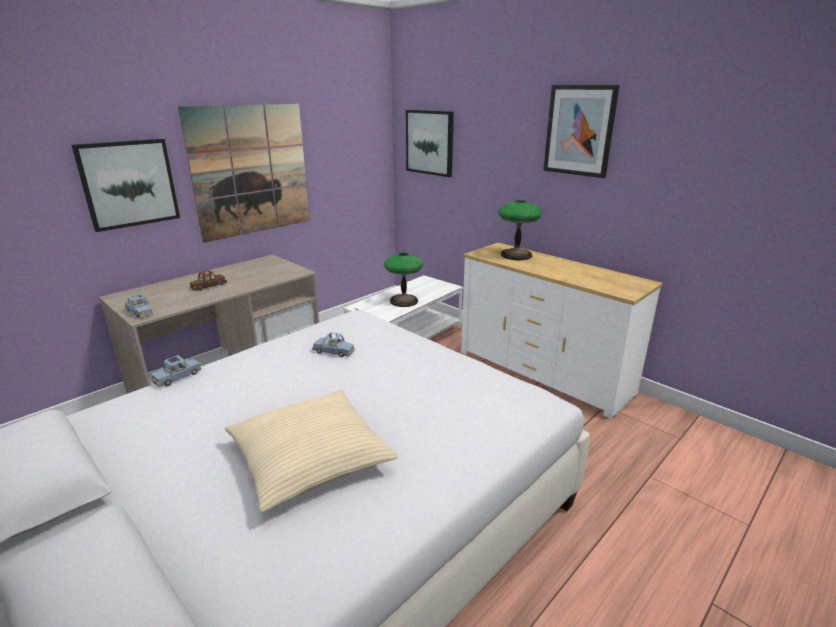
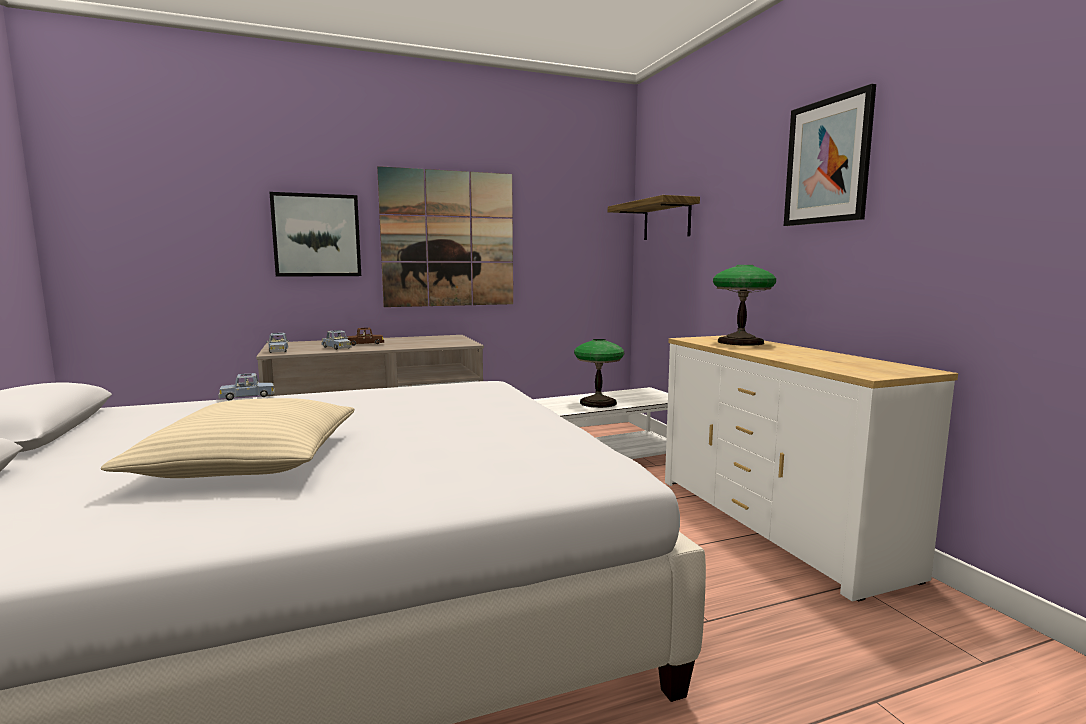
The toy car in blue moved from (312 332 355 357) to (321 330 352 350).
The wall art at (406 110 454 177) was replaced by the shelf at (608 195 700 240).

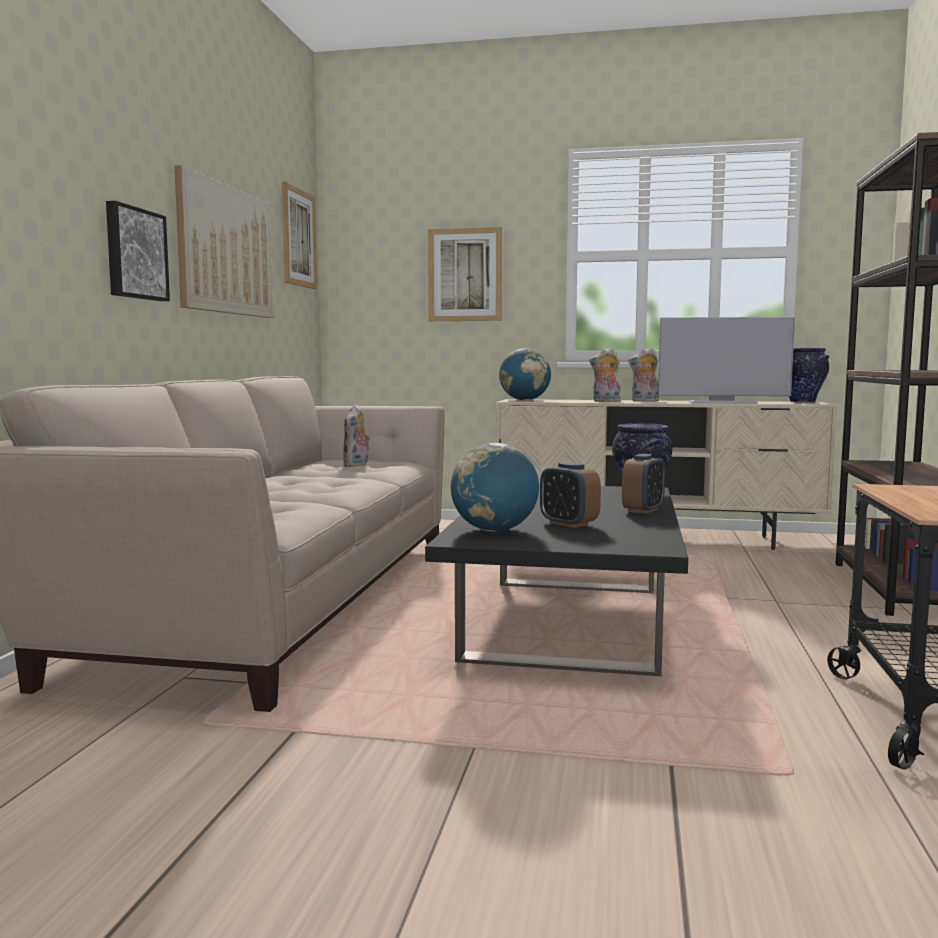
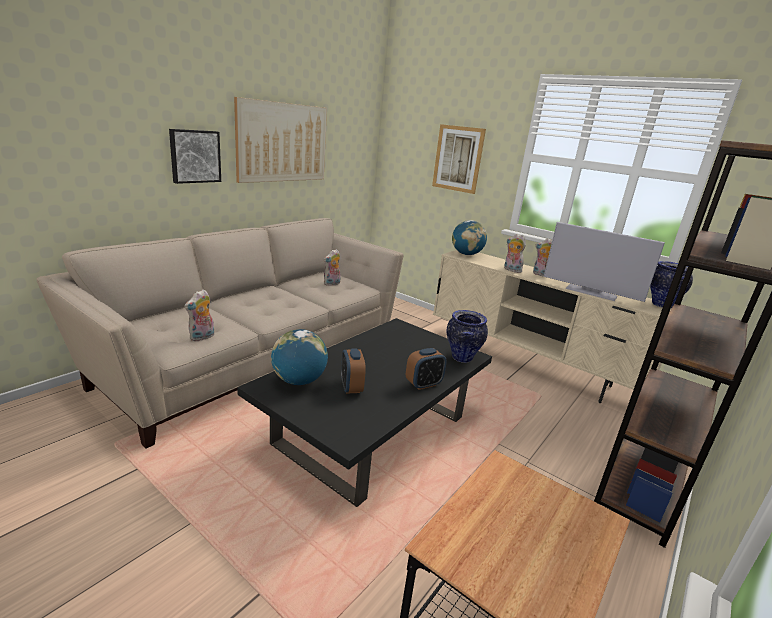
The wall art at (282 182 317 289) disappeared.
The soft toy at (184 289 214 341) appeared.

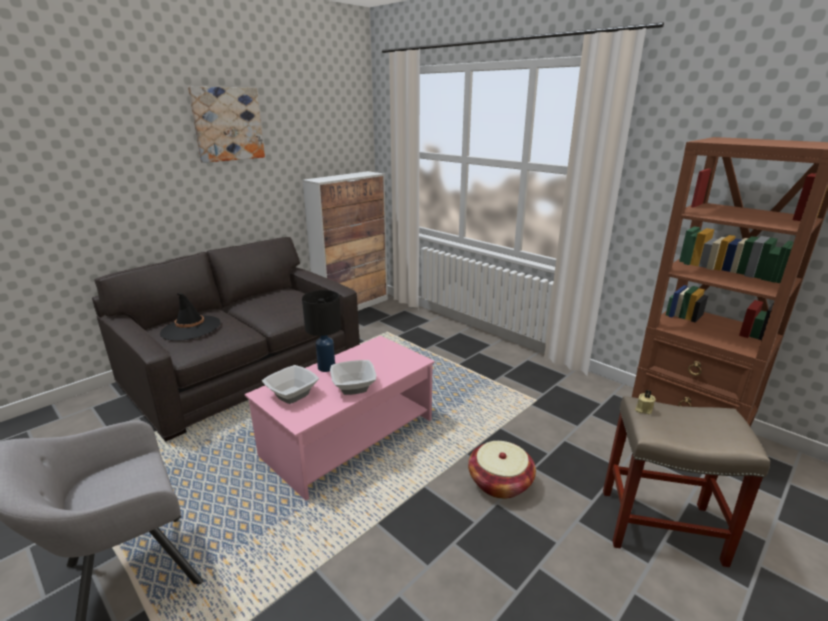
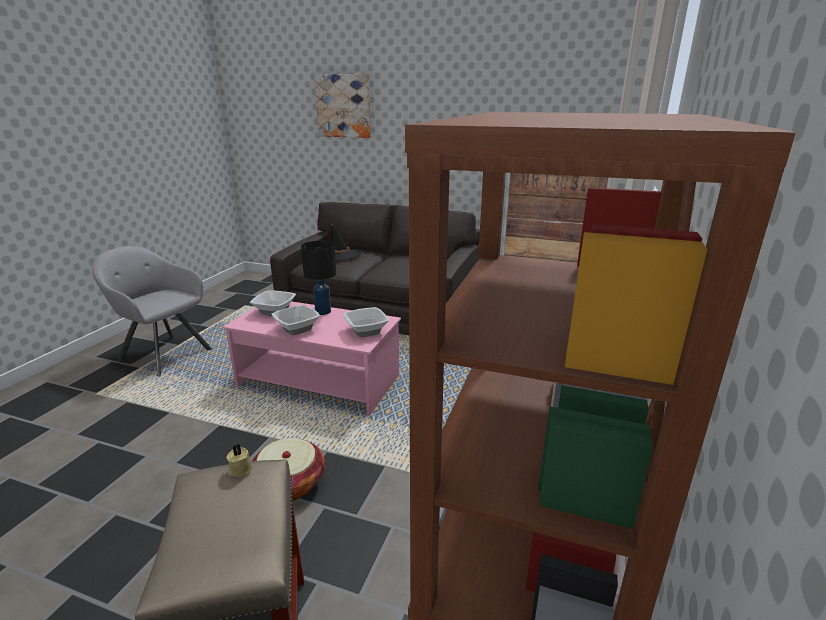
The serving bowl at (343 307 389 337) appeared.
The wall art moved from (188 87 265 163) to (314 74 371 138).

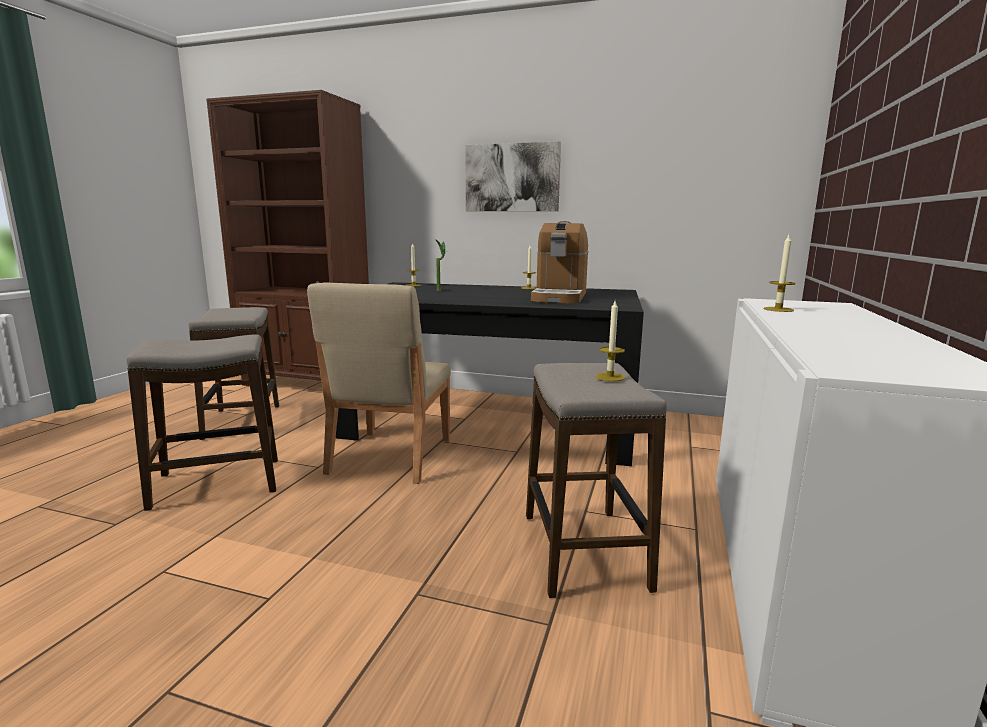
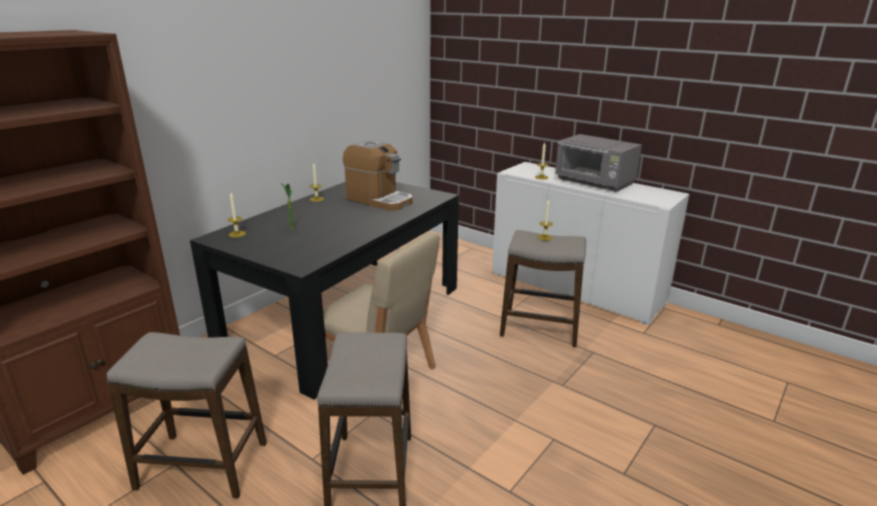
The wall art at (465 141 561 211) disappeared.
The microwave in grey at (555 134 642 192) appeared.

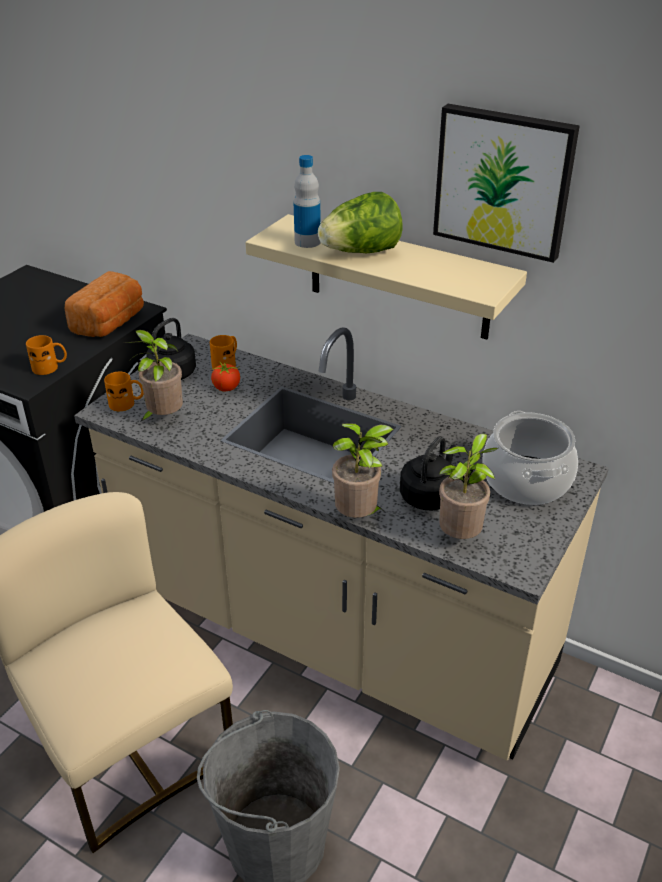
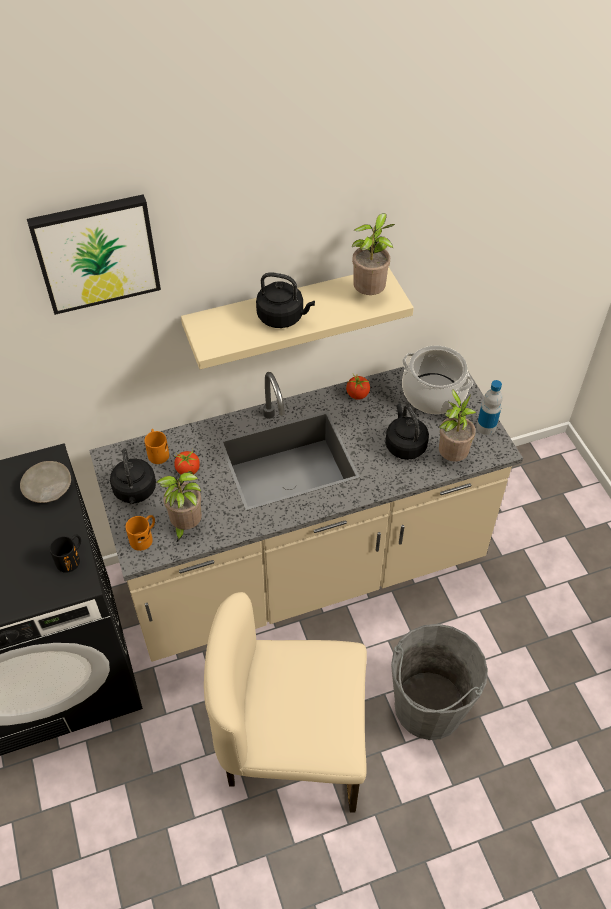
The fresh tomato at (346 374 370 400) appeared.
The drink bottle moved from (294 155 321 248) to (477 380 503 435).
The houseplant moved from (332 423 393 518) to (352 213 395 295).
The wall art moved from (433 104 580 263) to (27 194 161 315).
The bread at (65 271 144 337) was replaced by the plate in sand-coloured at (20 461 71 503).
The lettuce at (318 192 403 253) was replaced by the water kettle in blackish at (256 272 315 328).
The tea mug in orangey at (26 335 67 375) became the tea mug in blackish at (49 534 81 573).

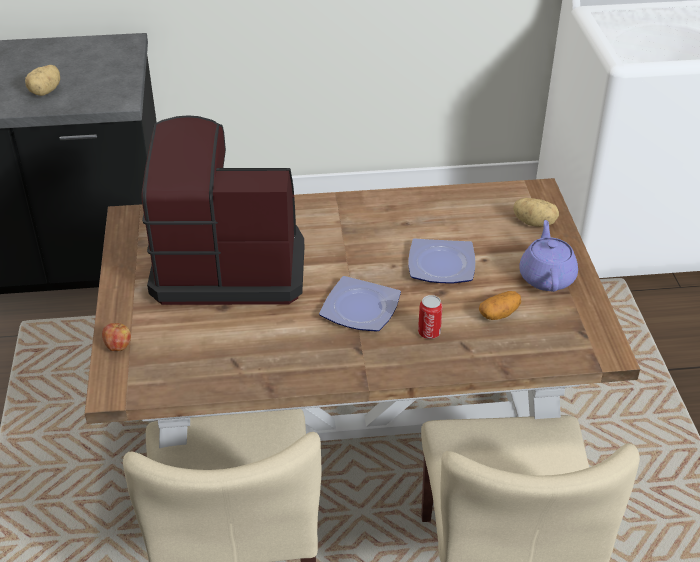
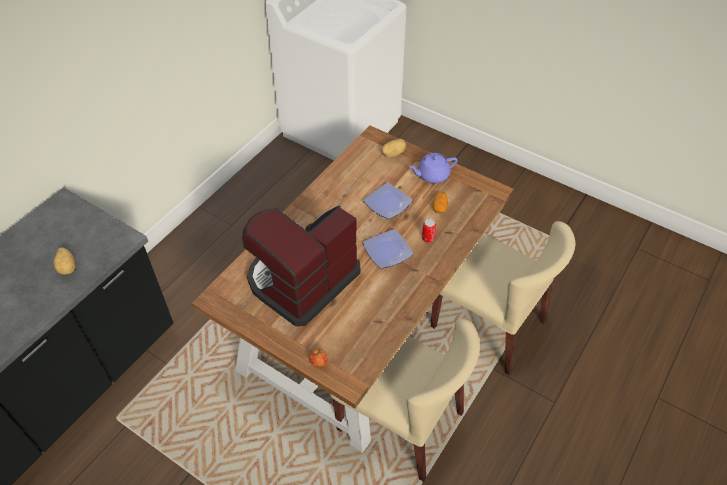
The teapot in purplish at (519 220 578 292) turned 60 degrees counterclockwise.

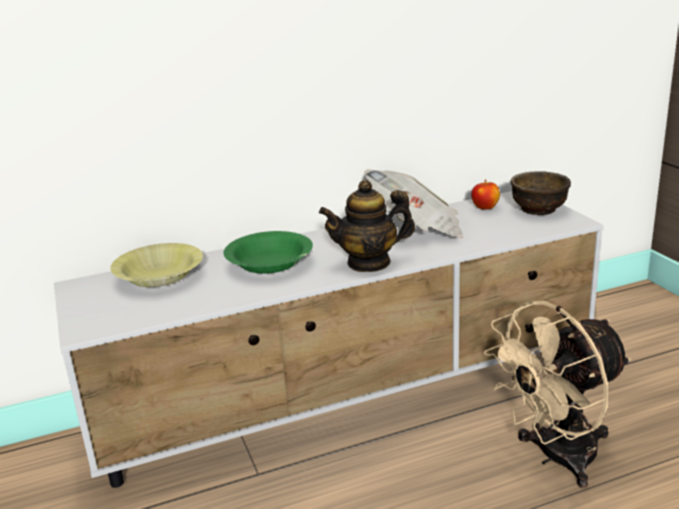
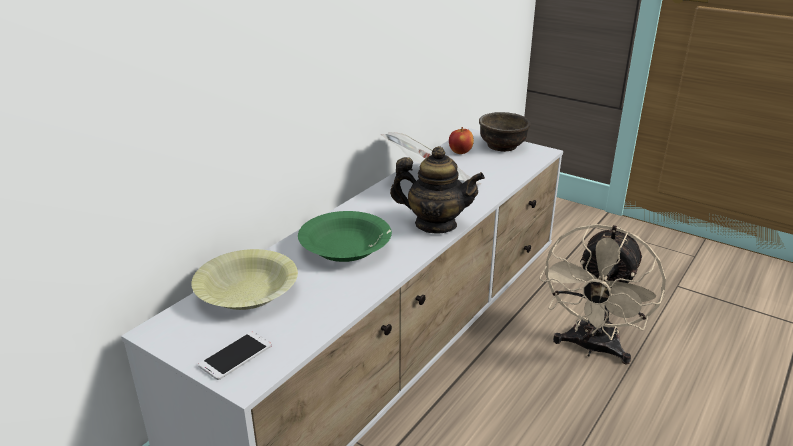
The handset at (198 332 272 380) appeared.
The teapot at (319 180 415 272) turned 120 degrees counterclockwise.

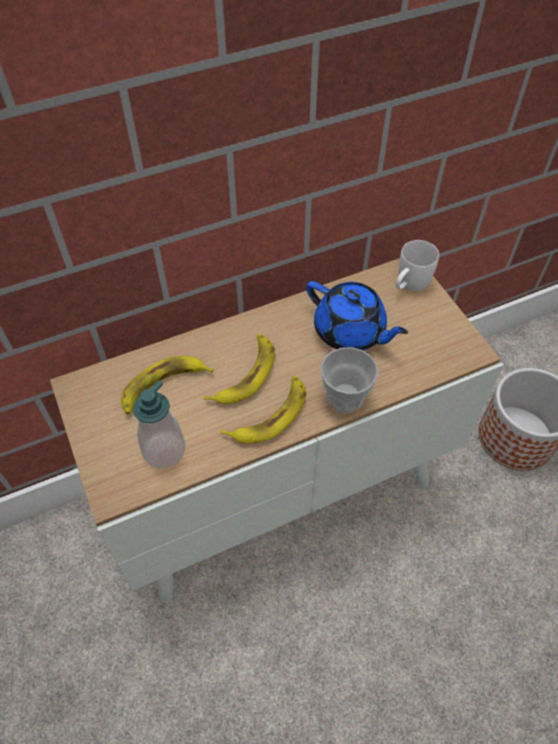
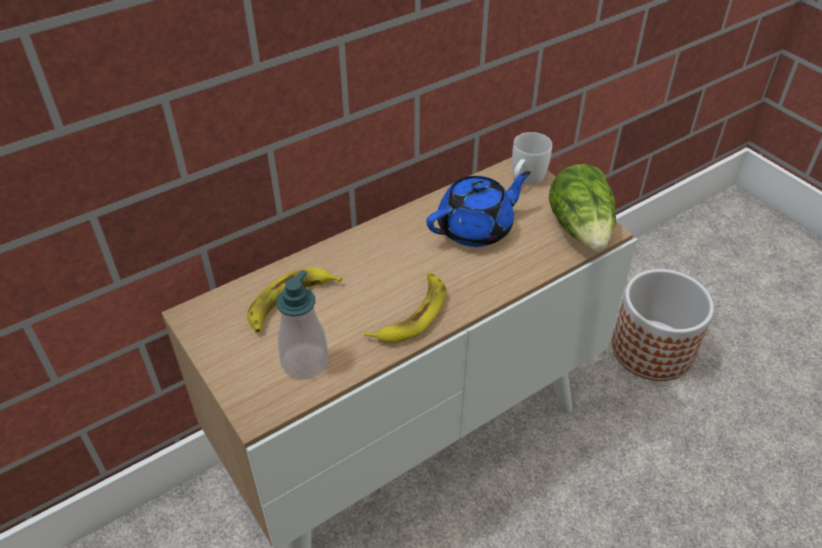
The banana fruit at (204 334 275 404) disappeared.
The drinking cup at (321 347 378 413) disappeared.
The lettuce at (549 164 616 252) appeared.
The teapot in blue at (306 281 408 350) turned 60 degrees counterclockwise.

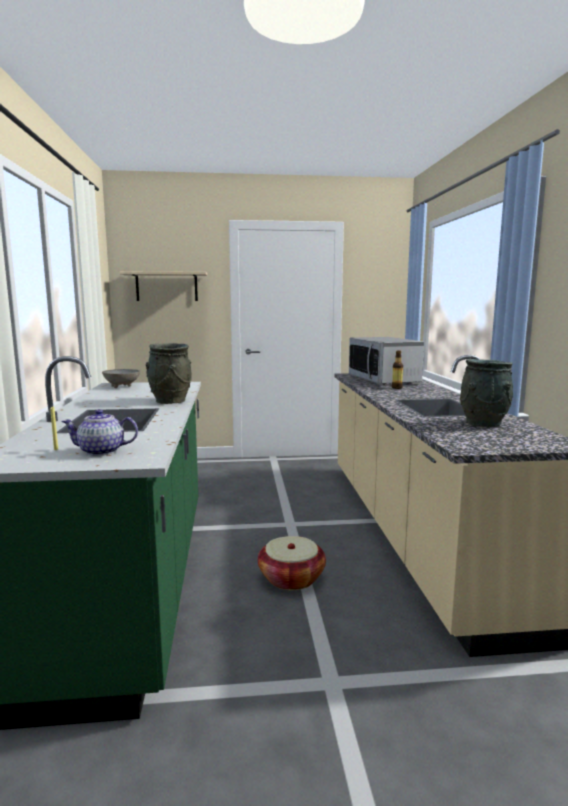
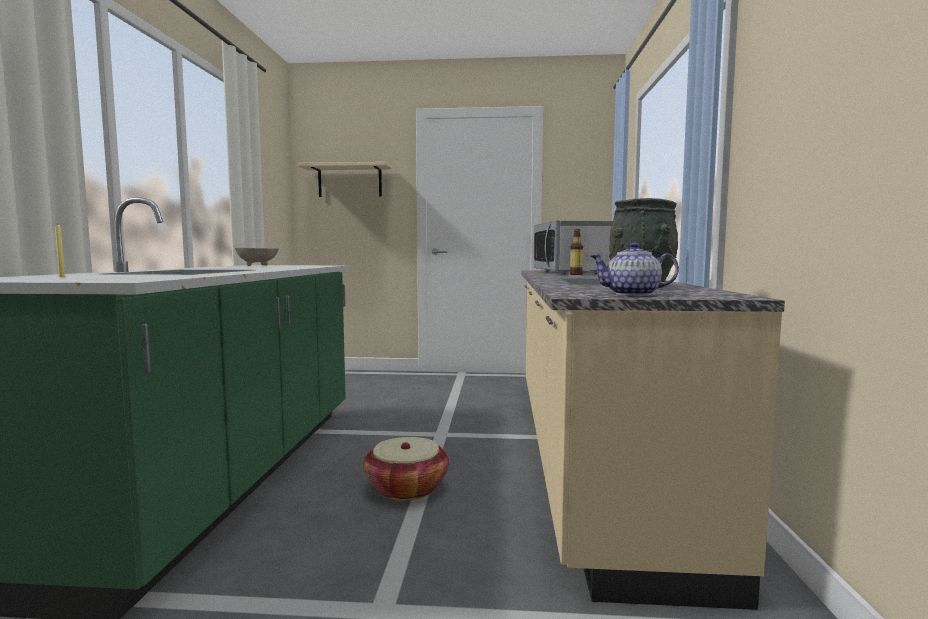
The flower vase in grey at (146 343 192 404) disappeared.
The teapot moved from (61 409 138 456) to (590 243 679 296).

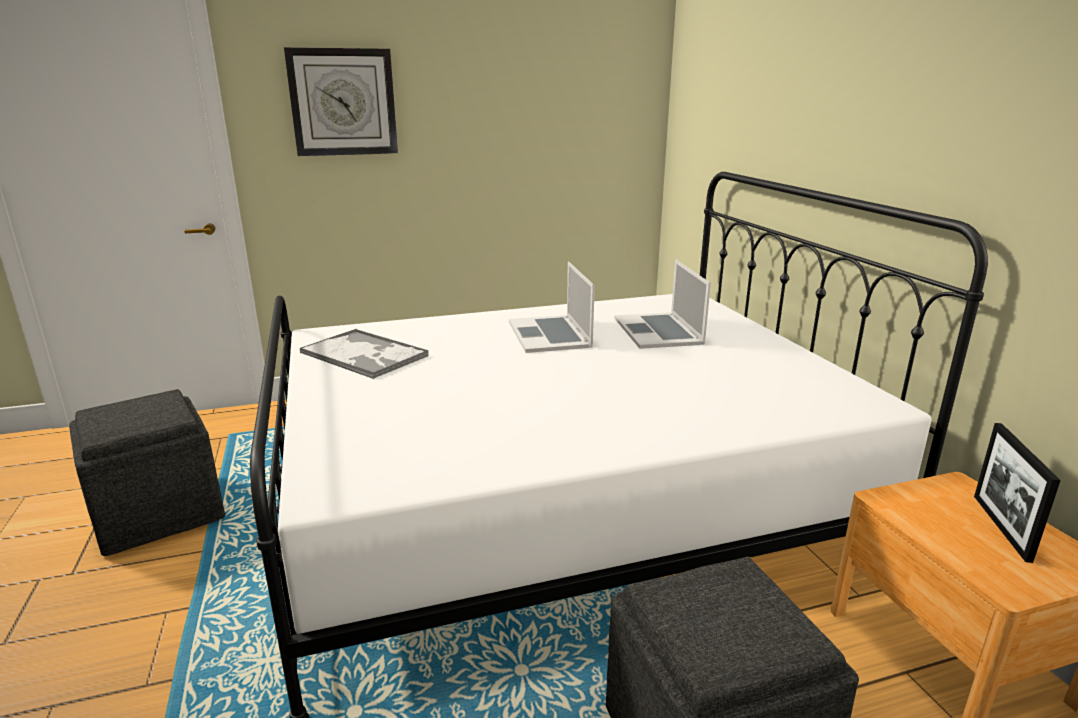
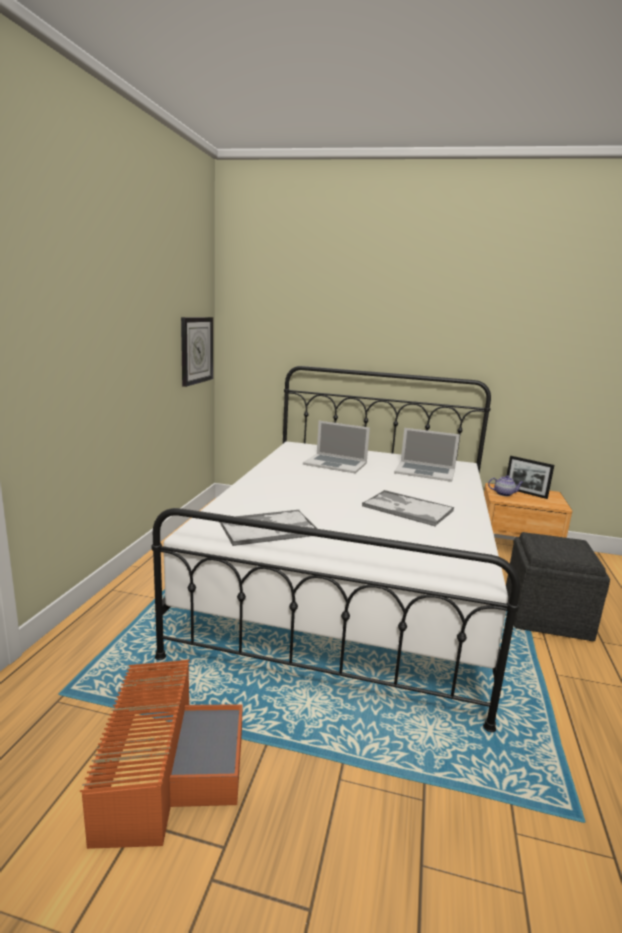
The carrying tray at (362 490 454 527) appeared.
The teapot at (488 475 523 496) appeared.
The clock on the wall moved from (284 47 398 156) to (181 317 213 387).
The laptop moved from (509 262 595 353) to (394 428 460 482).
The pouffe in grey at (69 389 225 556) was replaced by the storage box in orangey at (80 660 243 849).

